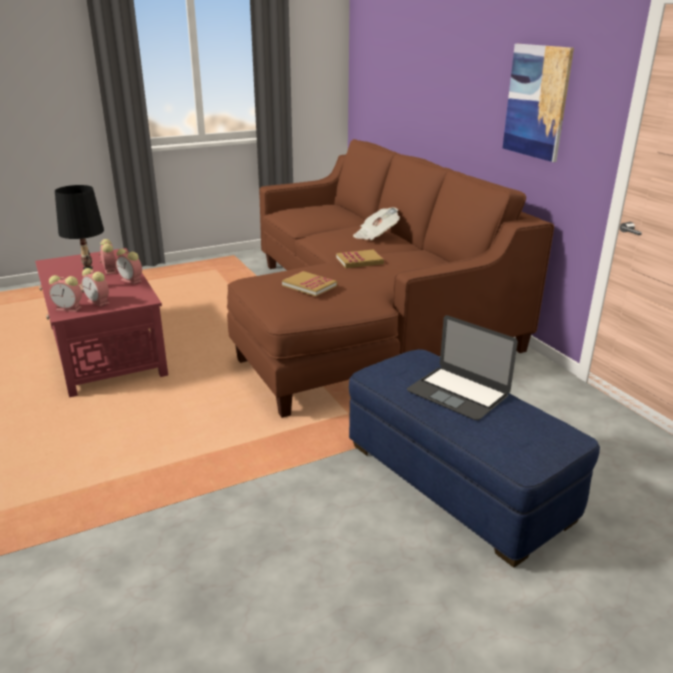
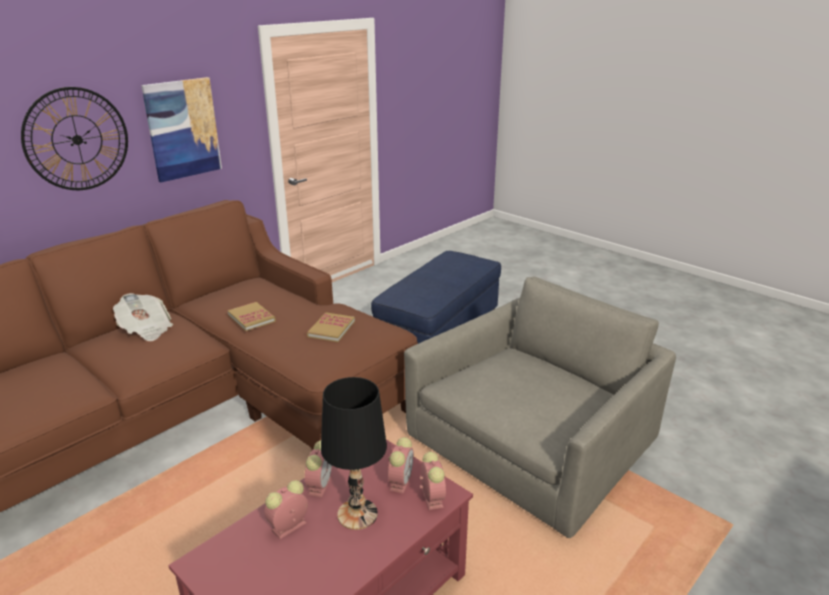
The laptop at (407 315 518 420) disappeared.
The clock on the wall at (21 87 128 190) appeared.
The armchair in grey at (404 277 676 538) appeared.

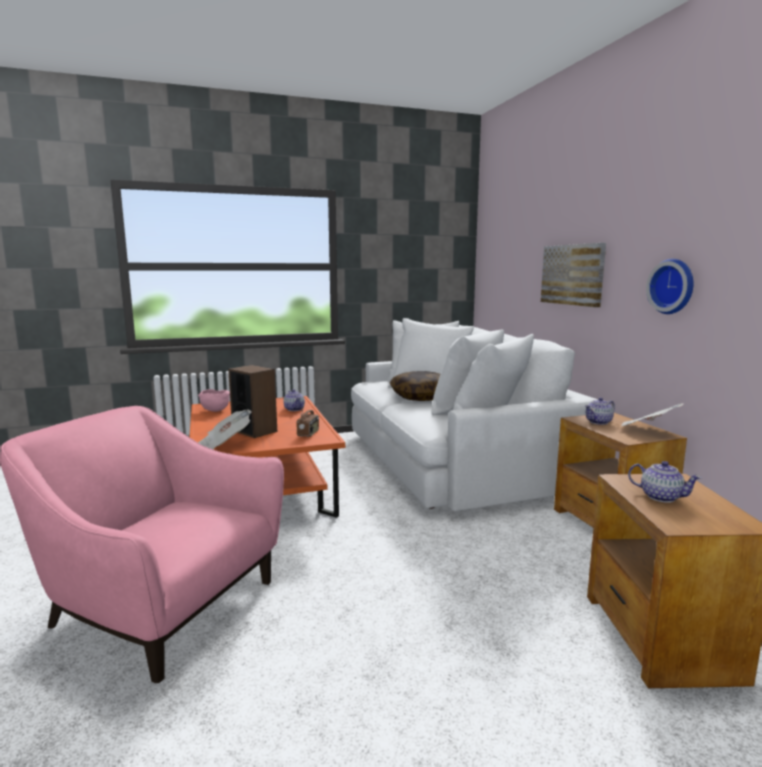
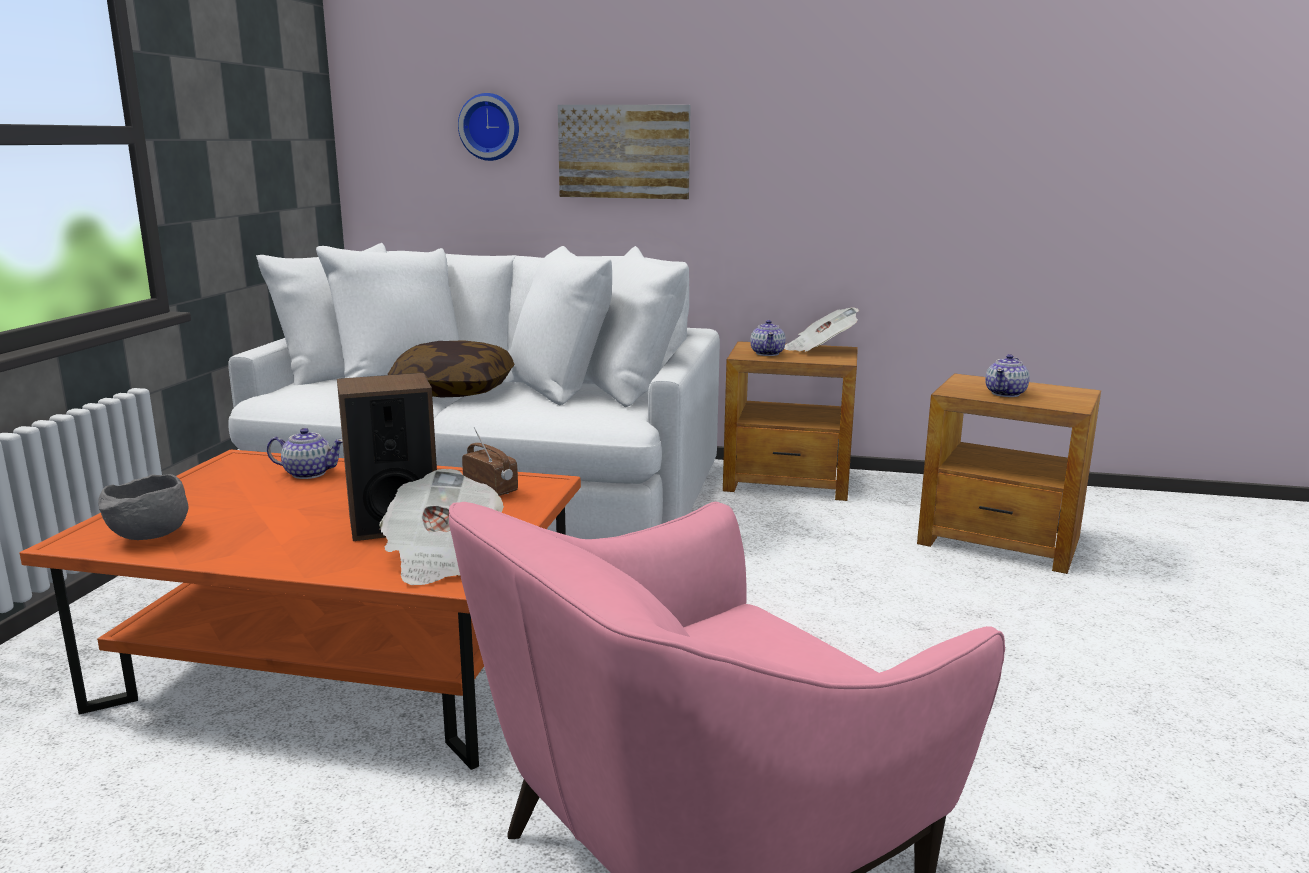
The clock on the wall moved from (646 259 693 314) to (458 93 519 161).
The serving bowl in pinkish at (198 389 230 412) became the serving bowl in grey at (98 474 189 540).
The teapot at (628 461 702 503) turned 150 degrees clockwise.

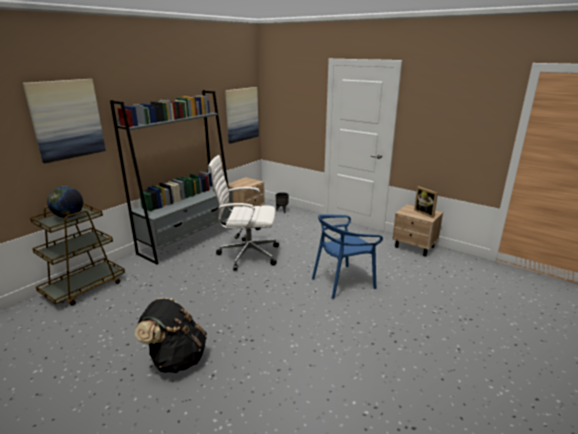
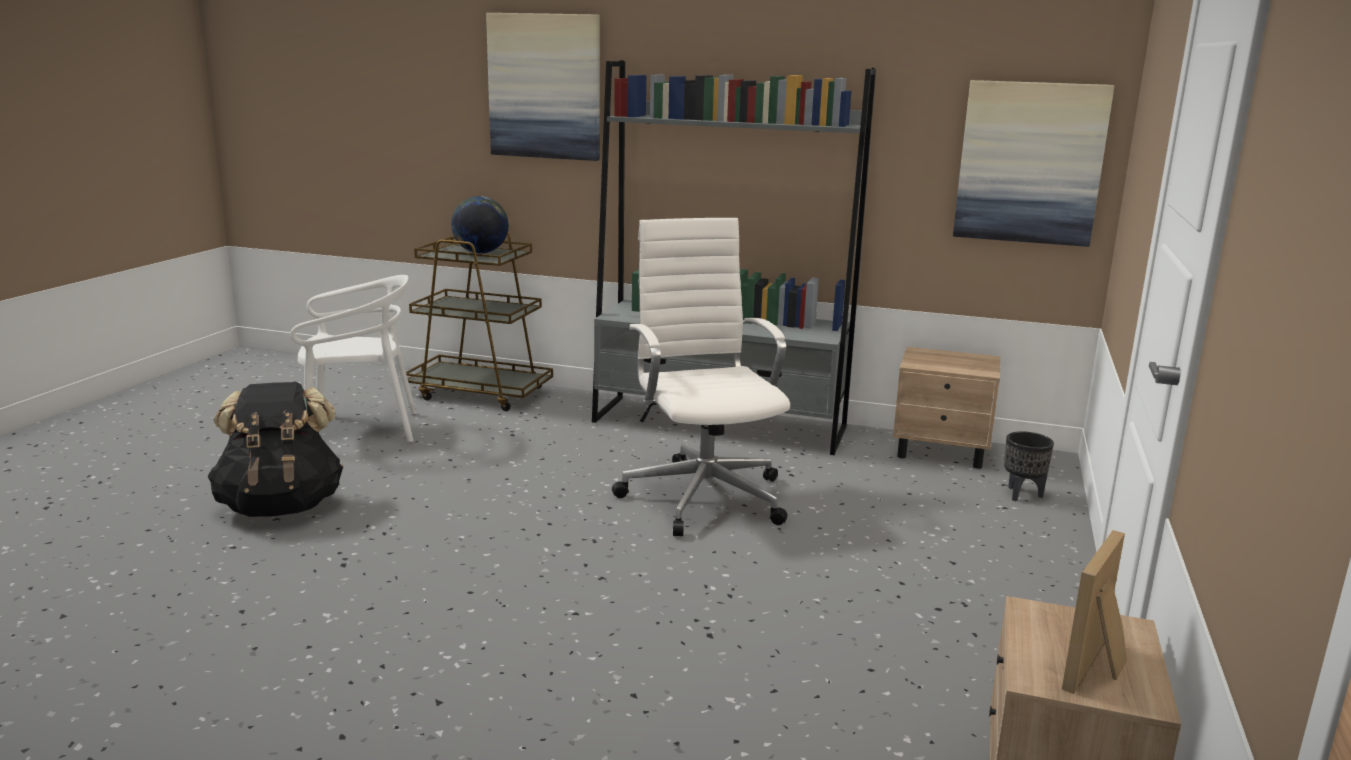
The plain chair in blue at (312 215 383 299) disappeared.
The plain chair in white-coloured at (290 275 416 442) appeared.

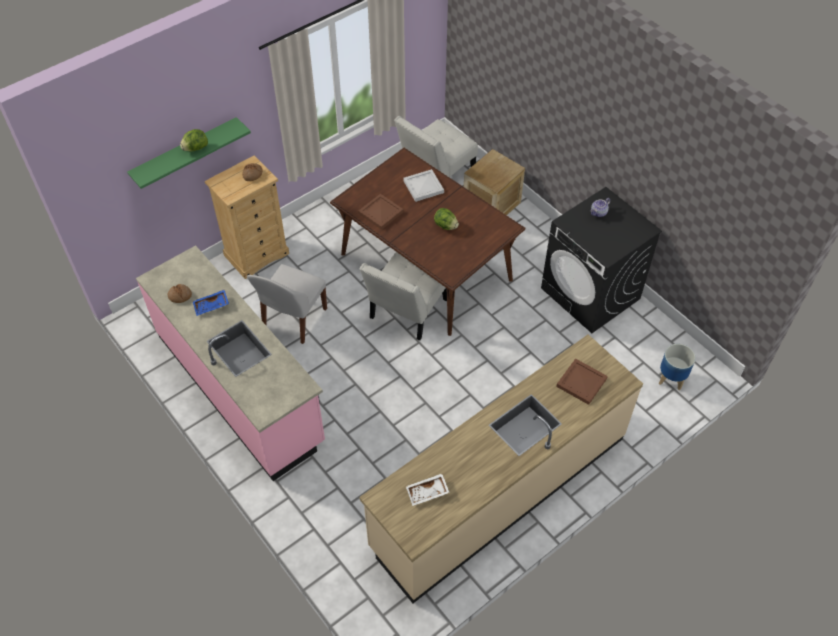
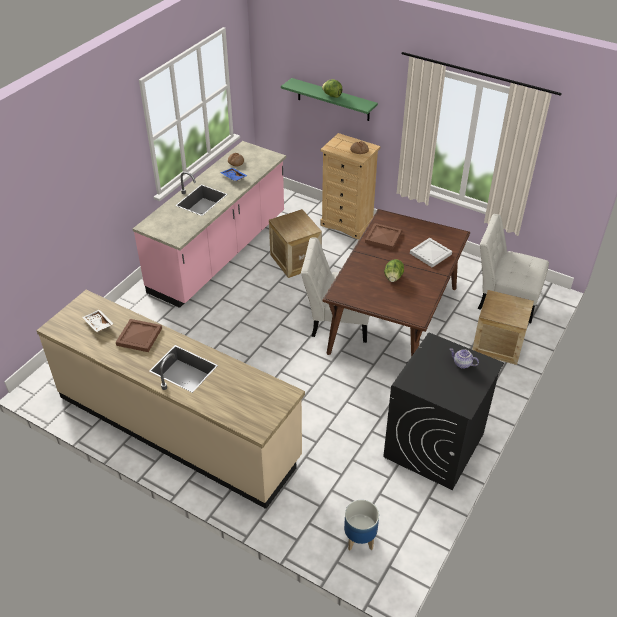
The carrying tray in brownish moved from (556 358 608 405) to (116 319 162 352).
The plain chair in white-coloured at (247 264 327 344) was replaced by the packing crate at (269 209 322 278).

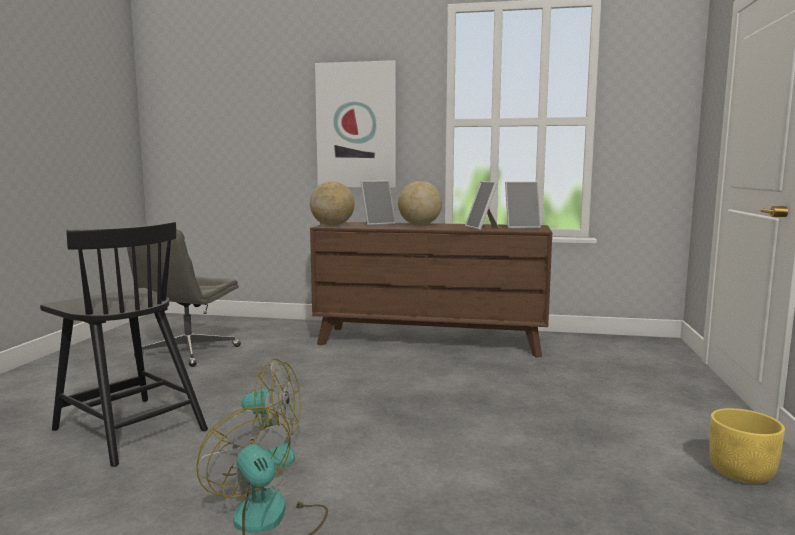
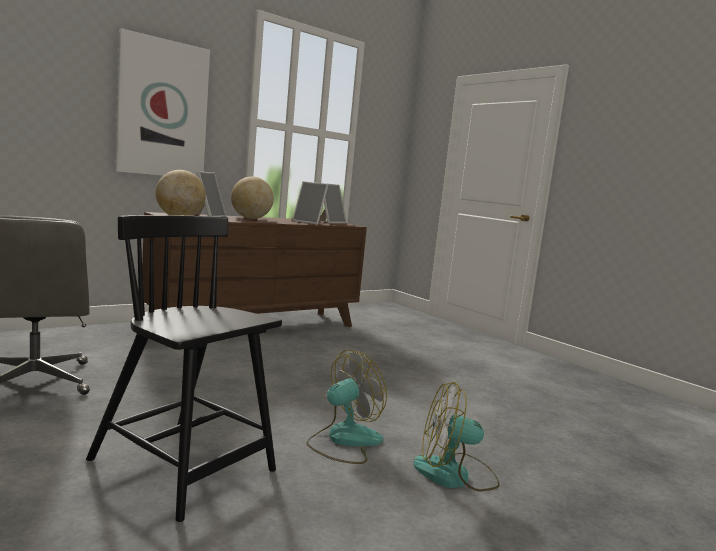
The flower pot in yellowish at (709 408 785 484) disappeared.
The plain chair in blackish at (40 222 208 467) turned 135 degrees counterclockwise.

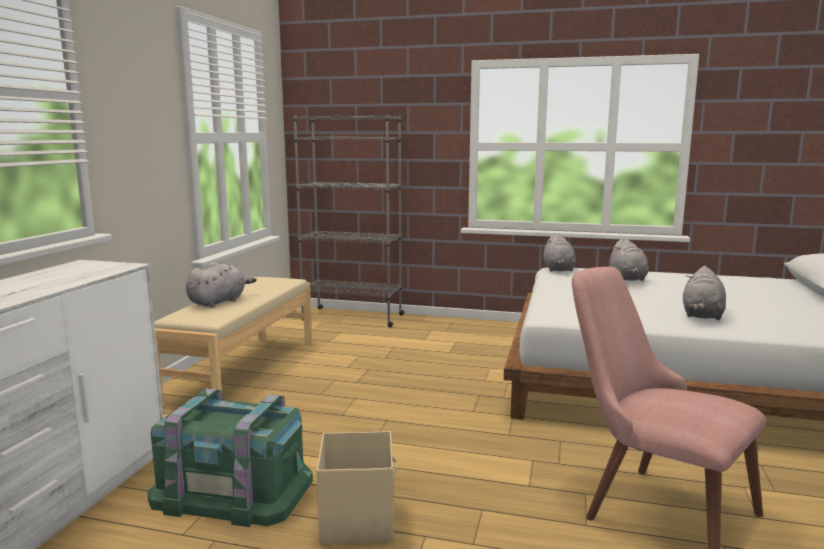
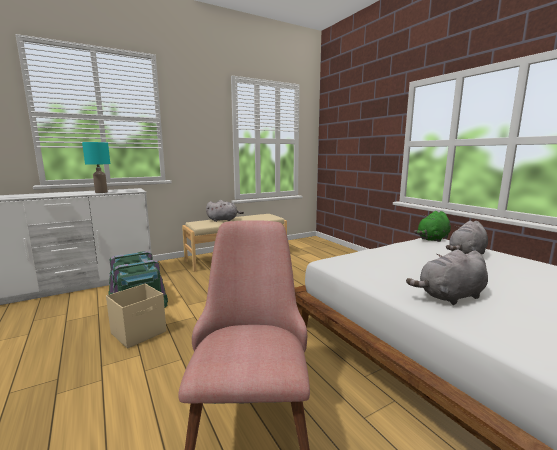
The bookcase in grey at (293 114 405 327) disappeared.
The lamp for a table in turquoise-coloured at (82 142 110 193) appeared.
The soft toy in grey at (543 233 576 272) became the soft toy in green at (414 211 451 242).

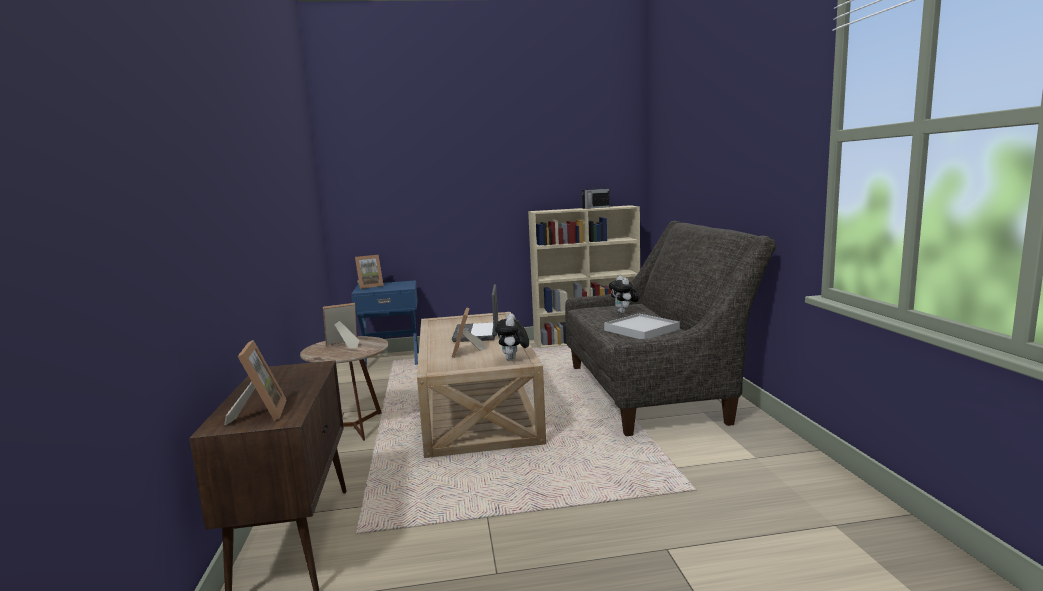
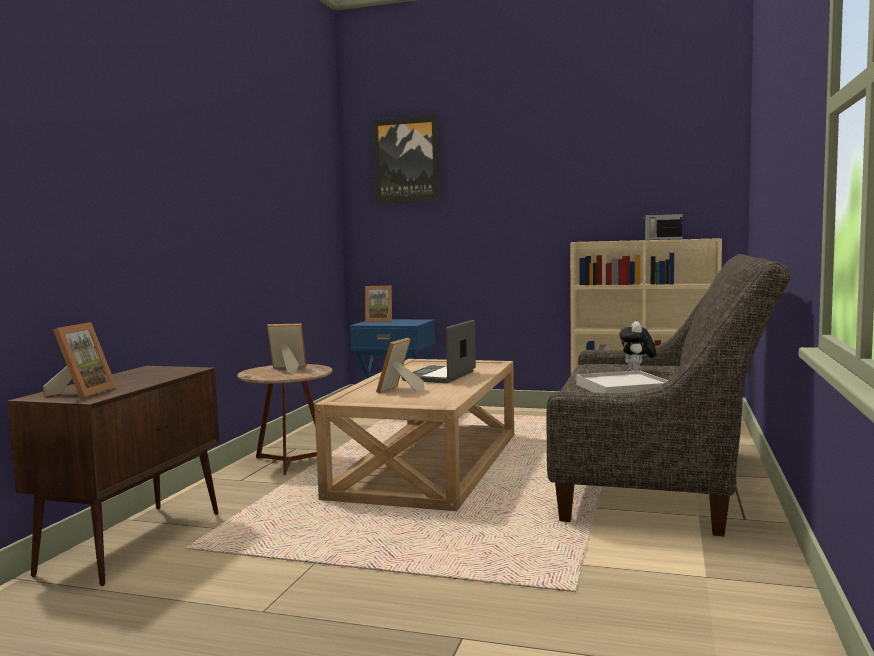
The soft toy at (495 313 529 361) disappeared.
The wall art at (372 115 440 204) appeared.

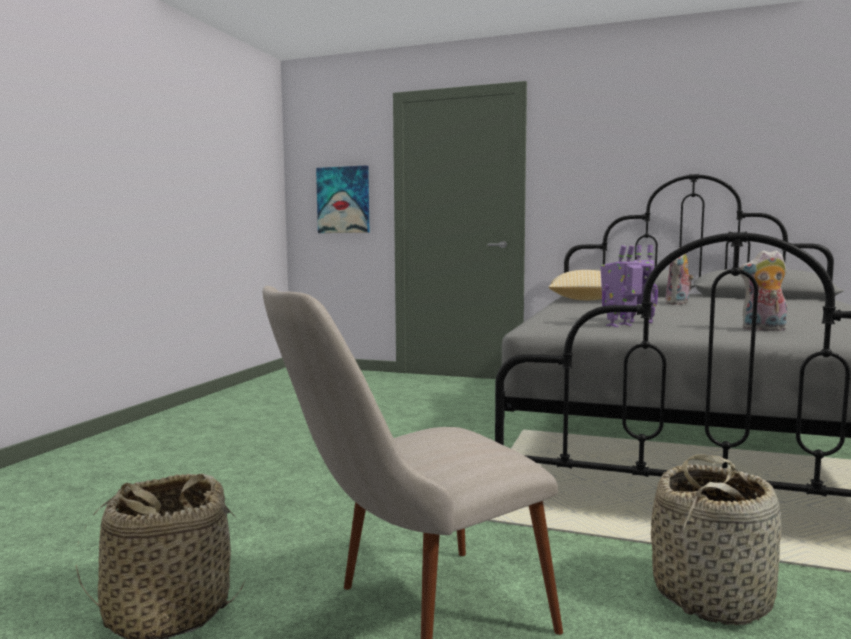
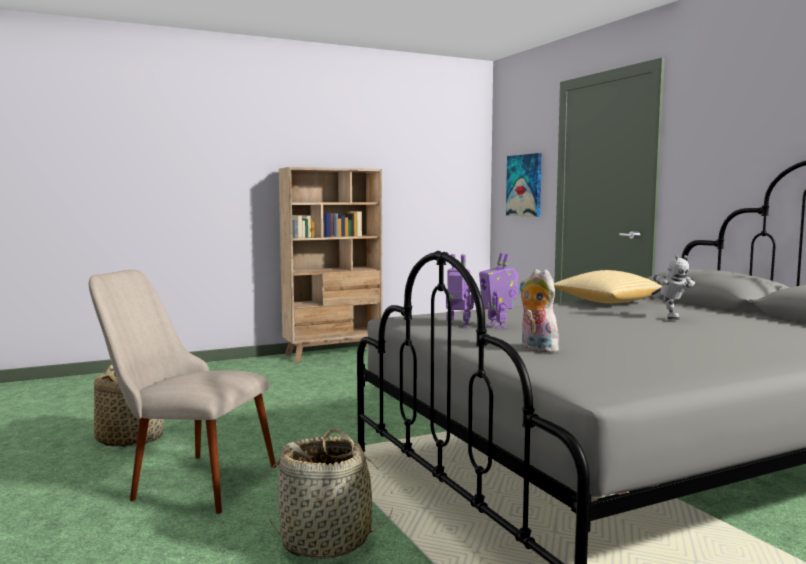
The bookcase in sand-coloured at (279 167 382 363) appeared.
The soft toy at (665 248 694 305) was replaced by the toy robot at (652 255 695 320).

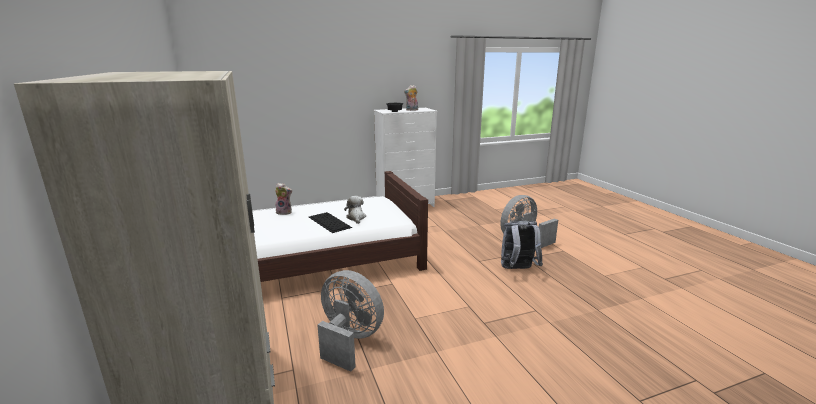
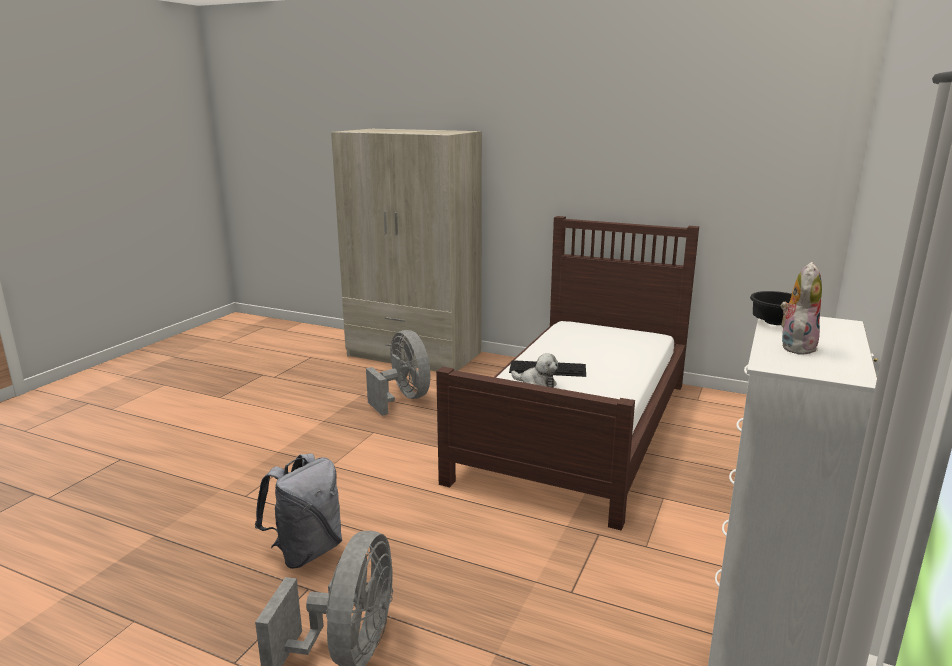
The soft toy at (275 183 292 215) disappeared.
The electric fan in grey at (318 270 384 372) turned 105 degrees counterclockwise.

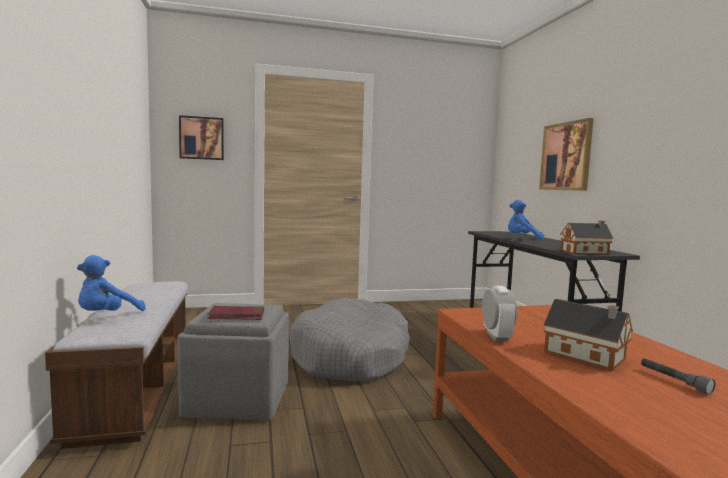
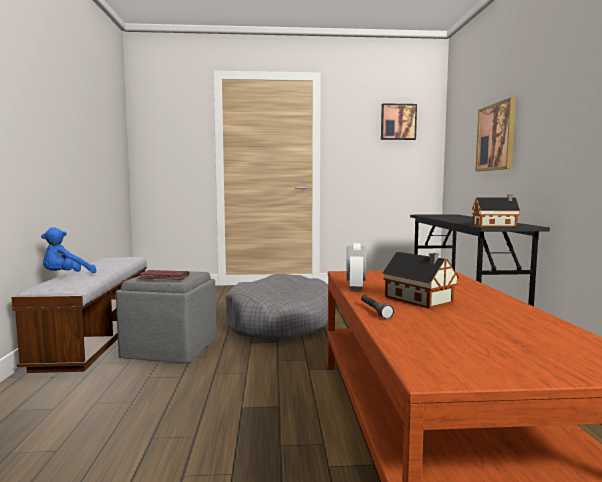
The soft toy in blue at (508 200 544 240) disappeared.
The wall art moved from (179 115 224 160) to (381 103 417 140).
The torch in grey moved from (641 358 716 395) to (361 295 394 319).

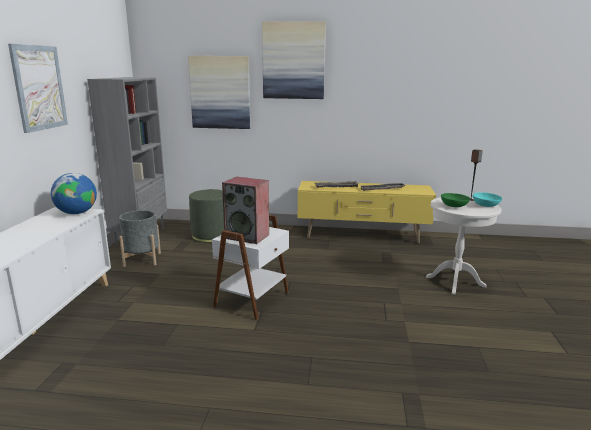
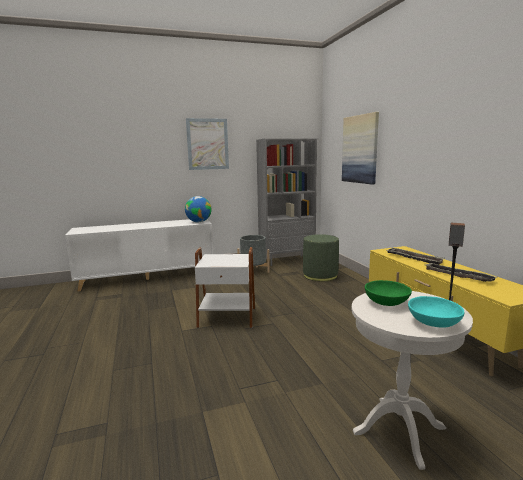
The audio speaker at (222 177 269 244) disappeared.
The wall art at (262 21 326 99) disappeared.

